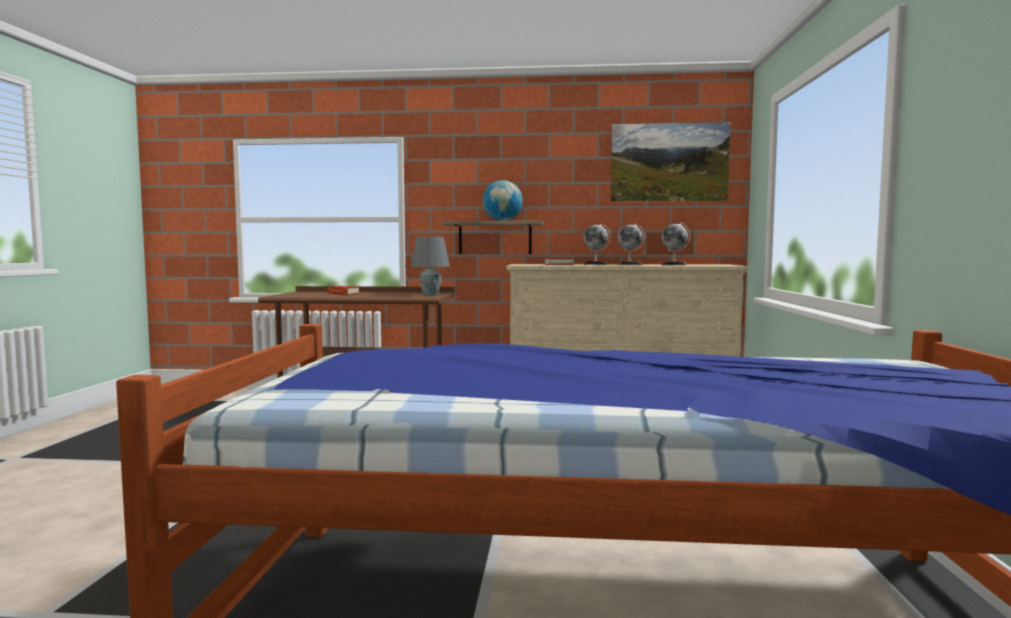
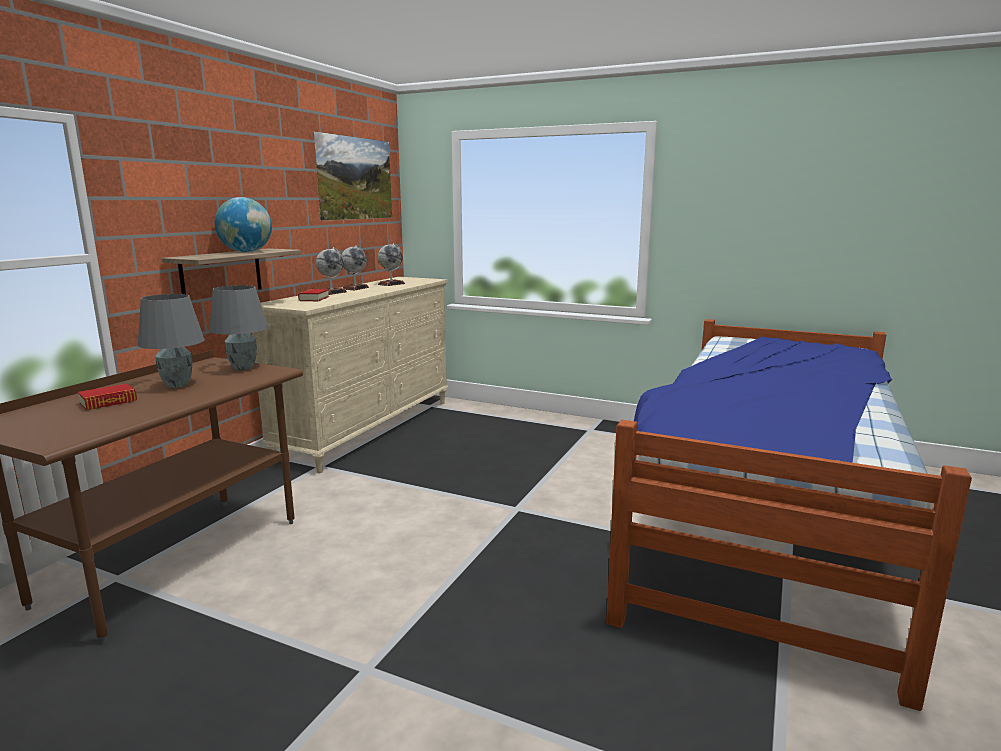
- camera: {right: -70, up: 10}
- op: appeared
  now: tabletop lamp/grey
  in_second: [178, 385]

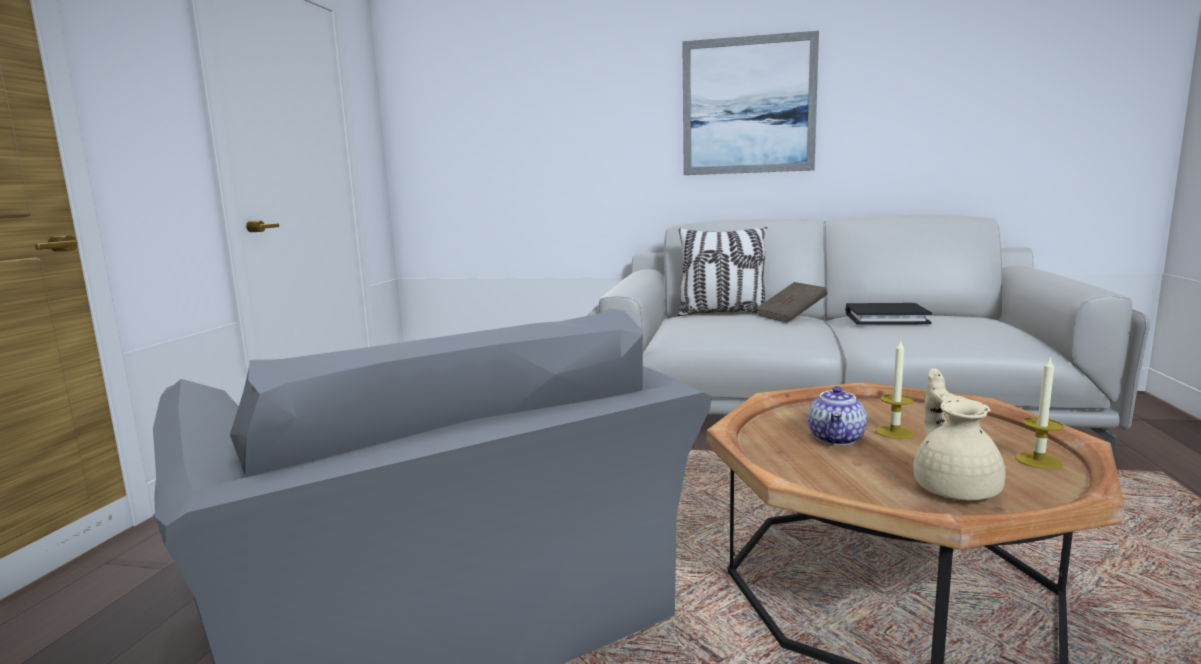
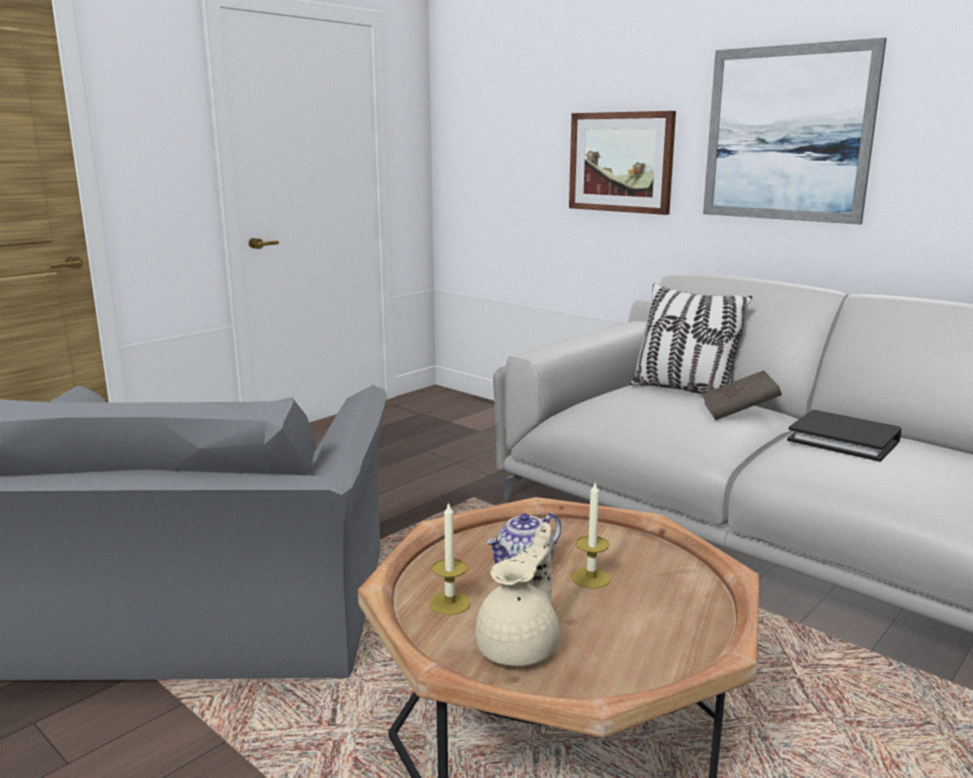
- camera: {right: 30, up: 5}
- op: relocated
  was: wax light
  in_first: [1038, 461]
  in_second: [450, 603]
- op: appeared
  now: picture
  in_second: [621, 162]

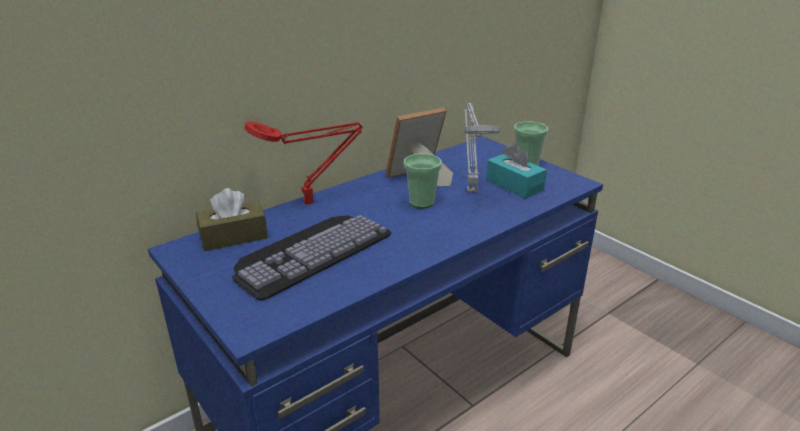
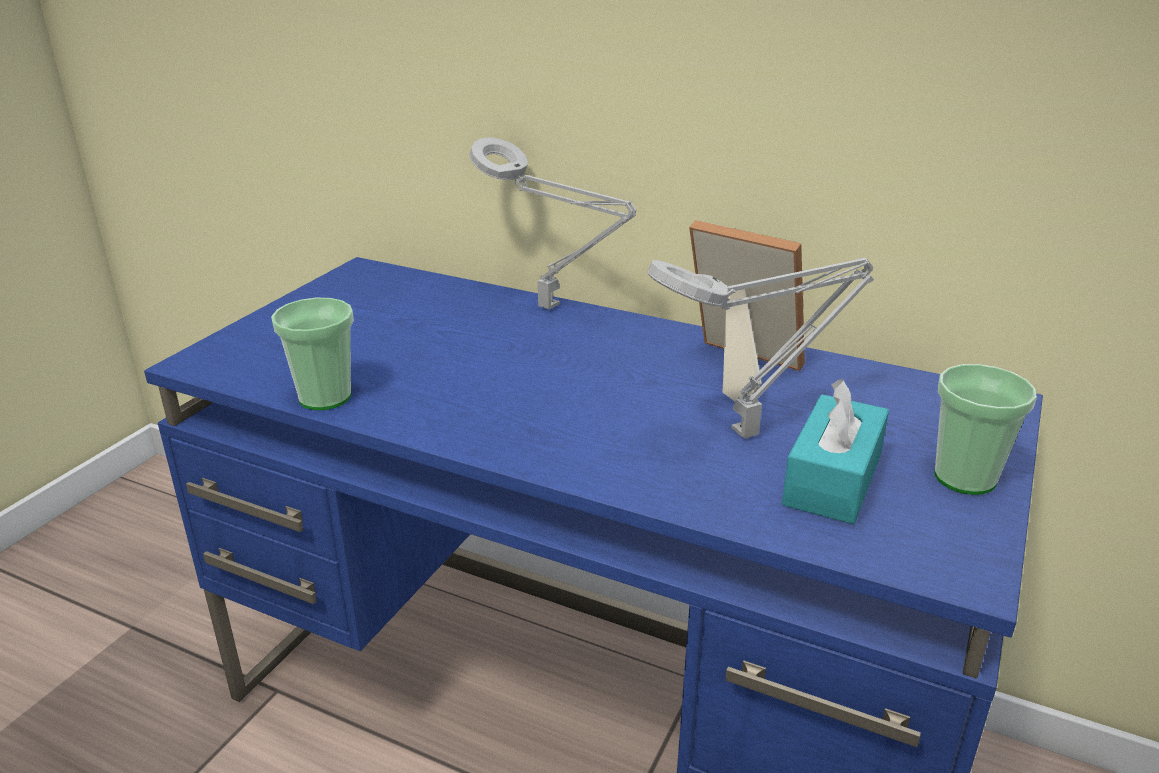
- camera: {right: 65, up: 0}
- op: relocated
  was: drinking cup
  in_first: [421, 202]
  in_second: [325, 397]
- op: colour
  was: tabletop lamp/red
  now: tabletop lamp/grey
  in_first: [311, 202]
  in_second: [554, 309]
- op: missing
  was: box of tissues/brownish
  in_first: [233, 236]
- op: missing
  was: computer keyboard
  in_first: [310, 250]

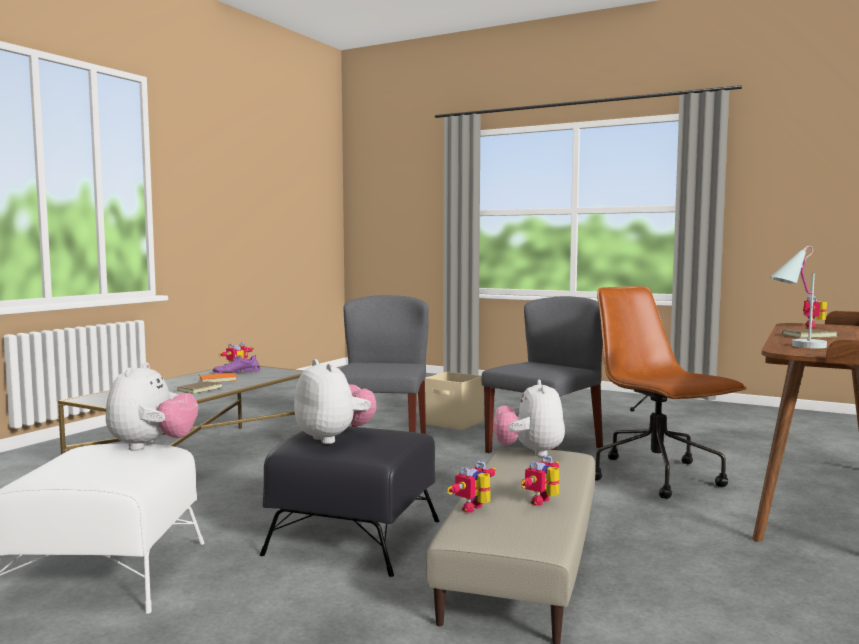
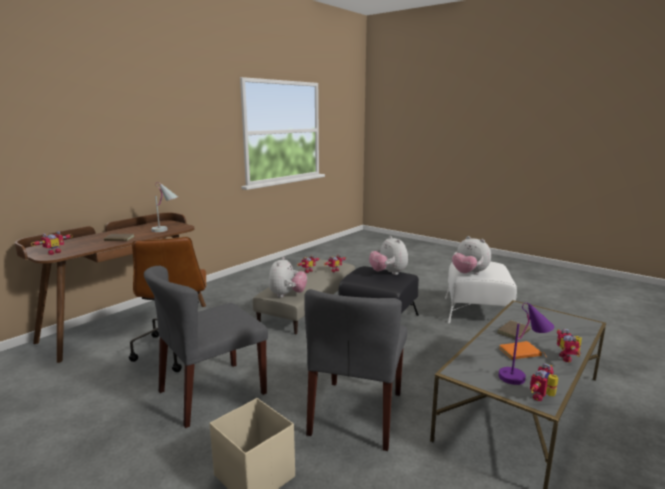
- camera: {right: -170, up: 10}
- op: spun
  was: cuddly toy
  in_first: [152, 446]
  in_second: [469, 274]
  clockwise: -60
- op: exchanged
  was: low shoe/purple
  now: tabletop lamp/purple
  in_first: [236, 372]
  in_second: [522, 376]
- op: appeared
  now: robot figure
  in_second: [568, 358]

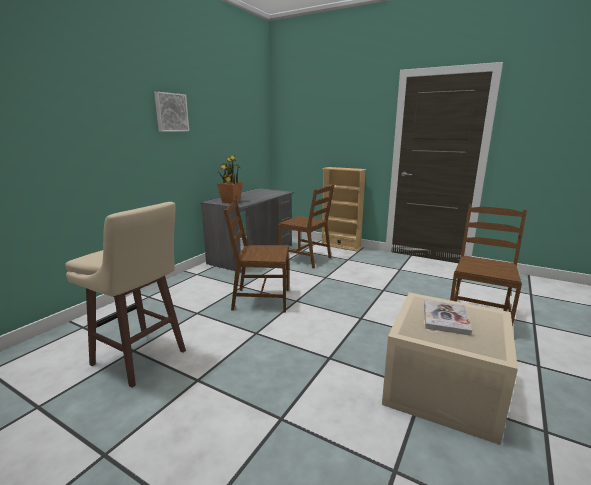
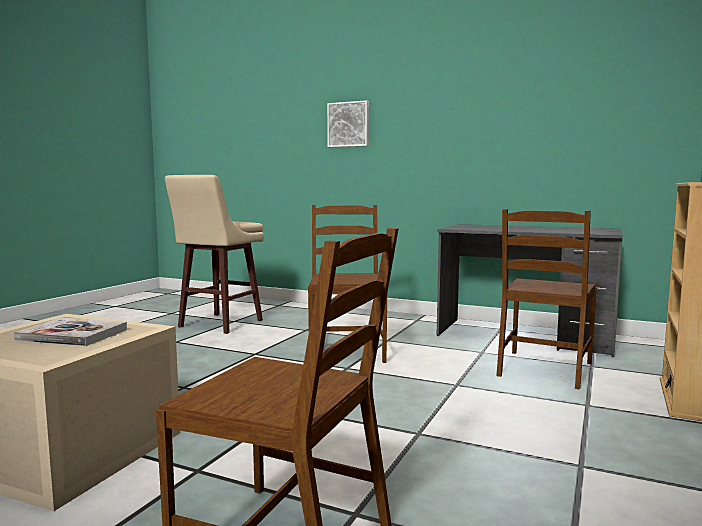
- camera: {right: 85, up: -10}
- op: relocated
  was: picture
  in_first: [171, 112]
  in_second: [349, 124]
- op: missing
  was: potted plant
  in_first: [231, 201]

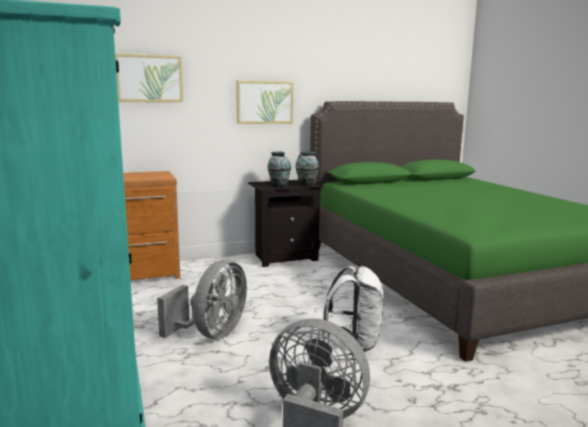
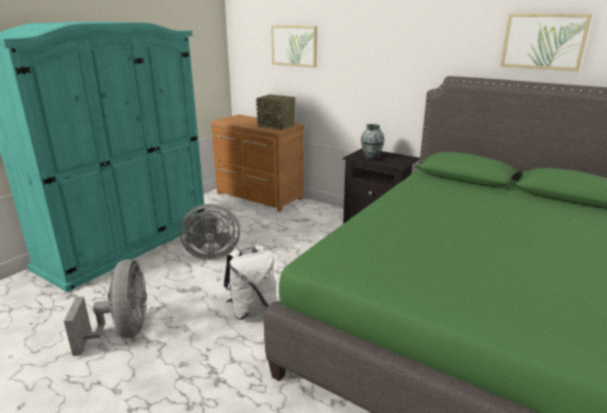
- camera: {right: 55, up: 10}
- op: appeared
  now: radio set
  in_second: [277, 126]
- op: relocated
  was: picture
  in_first: [264, 102]
  in_second: [543, 41]
- op: missing
  was: vase
  in_first: [306, 184]

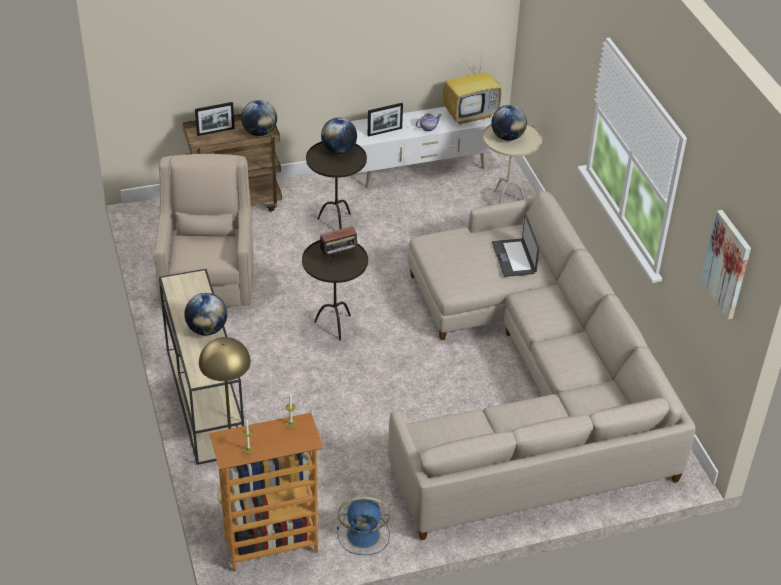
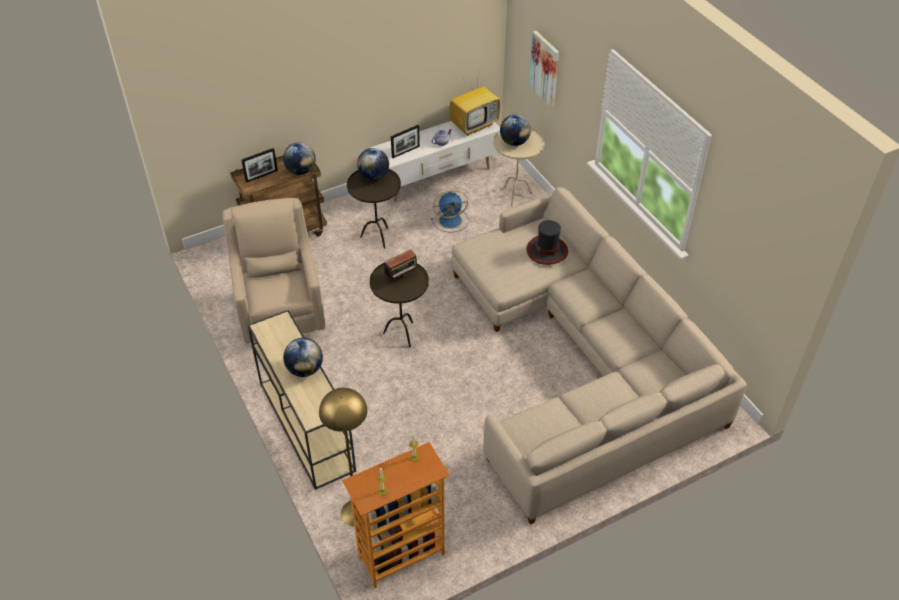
- camera: {right: -10, up: 5}
- op: relocated
  was: cooling fan/blue
  in_first: [365, 535]
  in_second: [451, 220]
- op: exchanged
  was: portable computer
  now: hat
  in_first: [514, 258]
  in_second: [547, 250]
- op: relocated
  was: picture
  in_first: [727, 264]
  in_second: [545, 69]

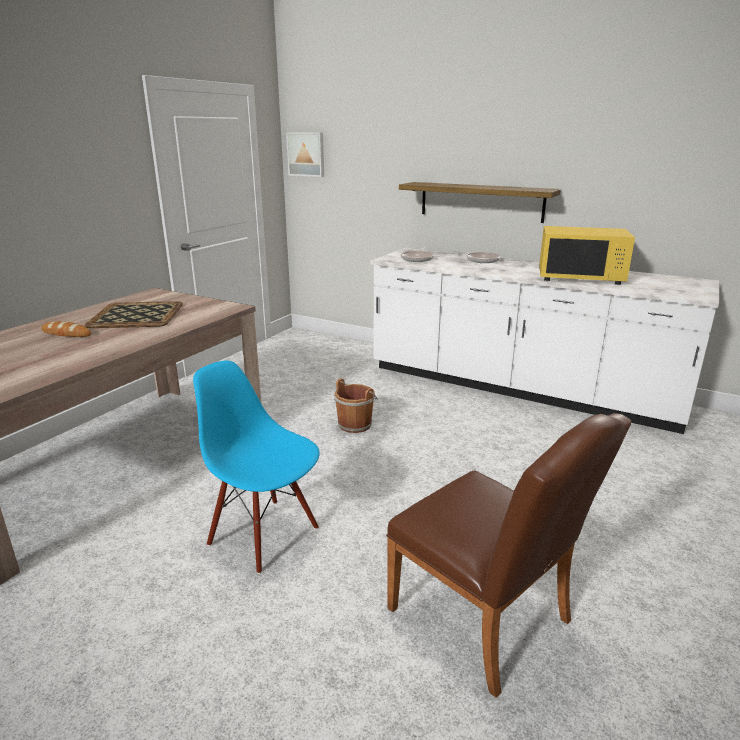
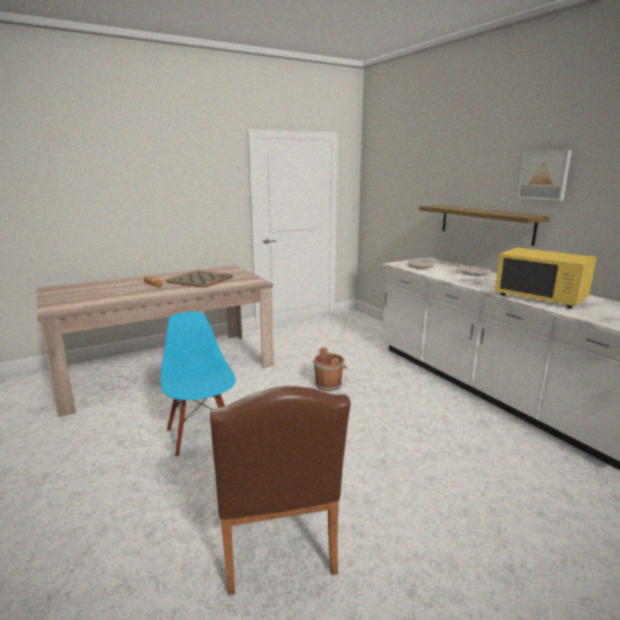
- camera: {right: 30, up: -5}
- op: relocated
  was: picture
  in_first: [306, 154]
  in_second: [545, 175]

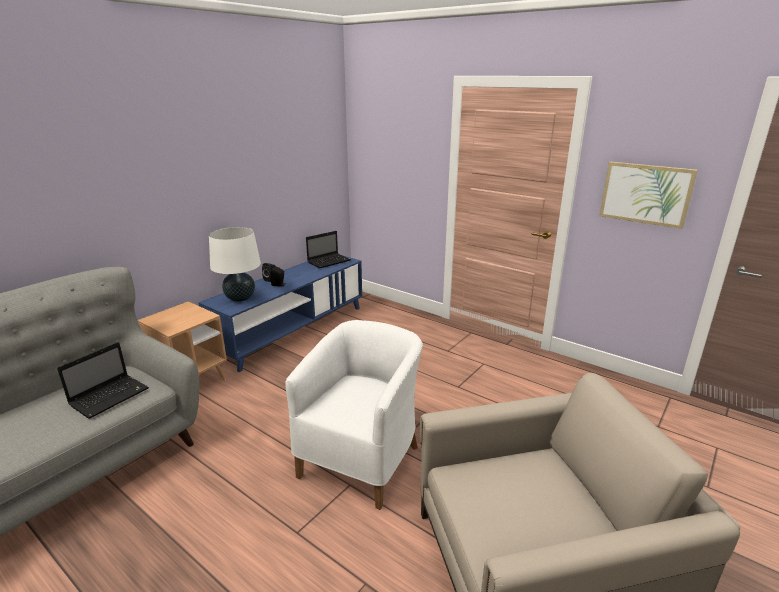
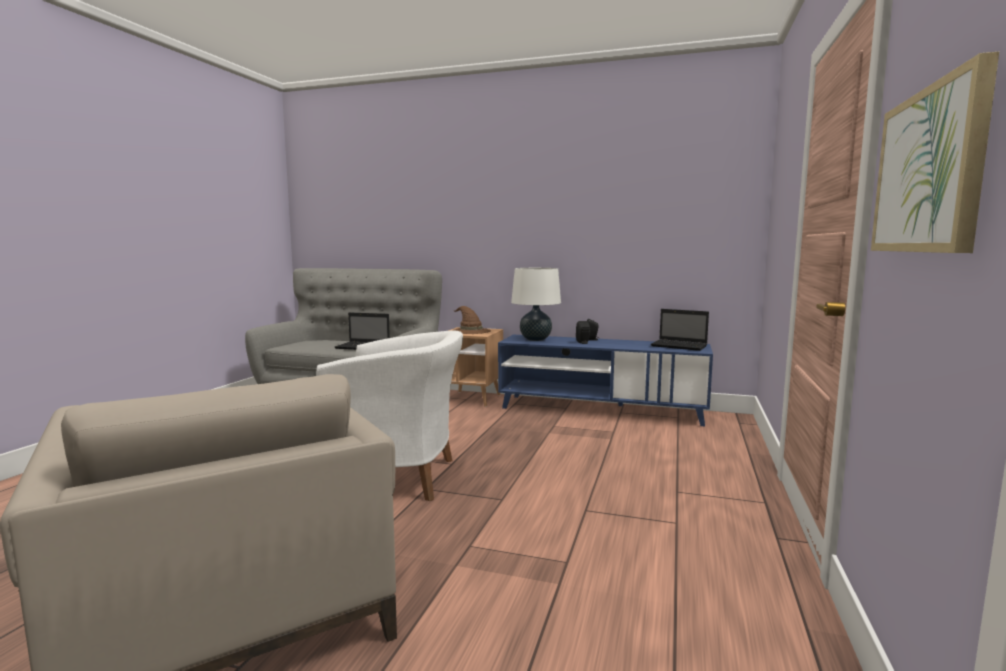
- camera: {right: 70, up: -15}
- op: appeared
  now: hat/brownish
  in_second: [470, 331]

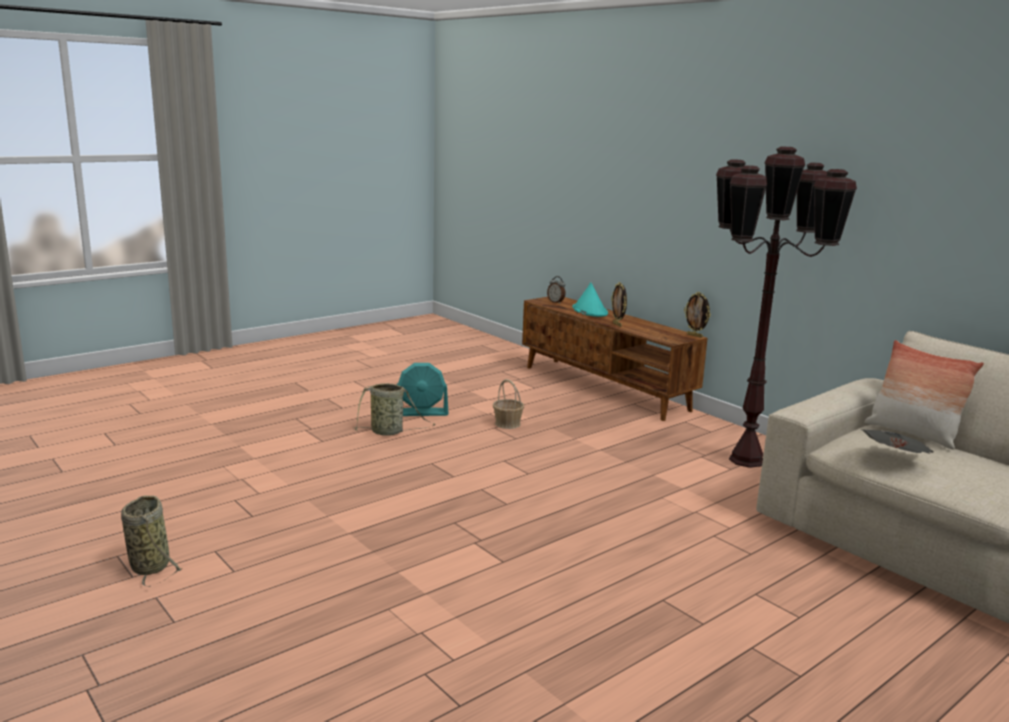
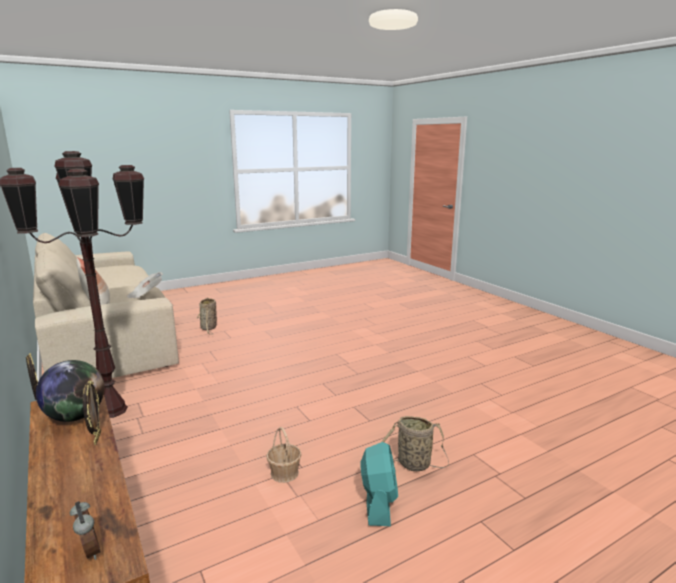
- camera: {right: -170, up: 0}
- op: appeared
  now: globe
  in_second: [75, 416]
- op: relocated
  was: household basket
  in_first: [150, 565]
  in_second: [208, 328]
- op: spun
  was: cooling fan/turquoise-coloured
  in_first: [421, 412]
  in_second: [378, 502]
  clockwise: 90
- op: missing
  was: hat/turquoise-coloured
  in_first: [589, 311]

